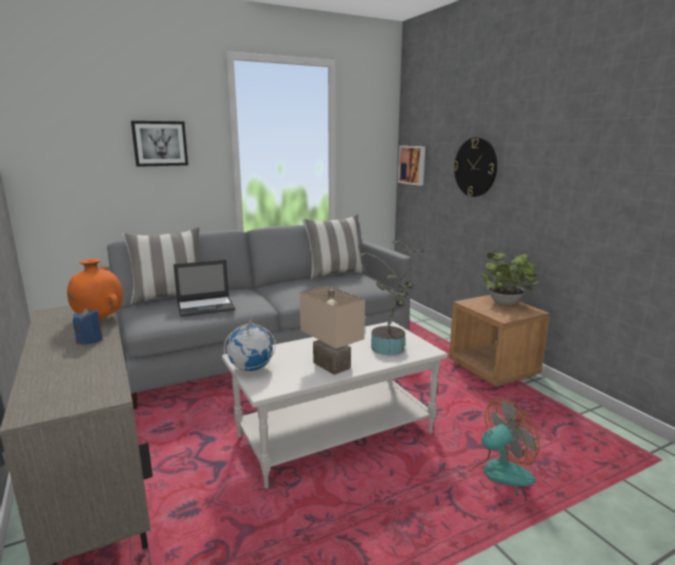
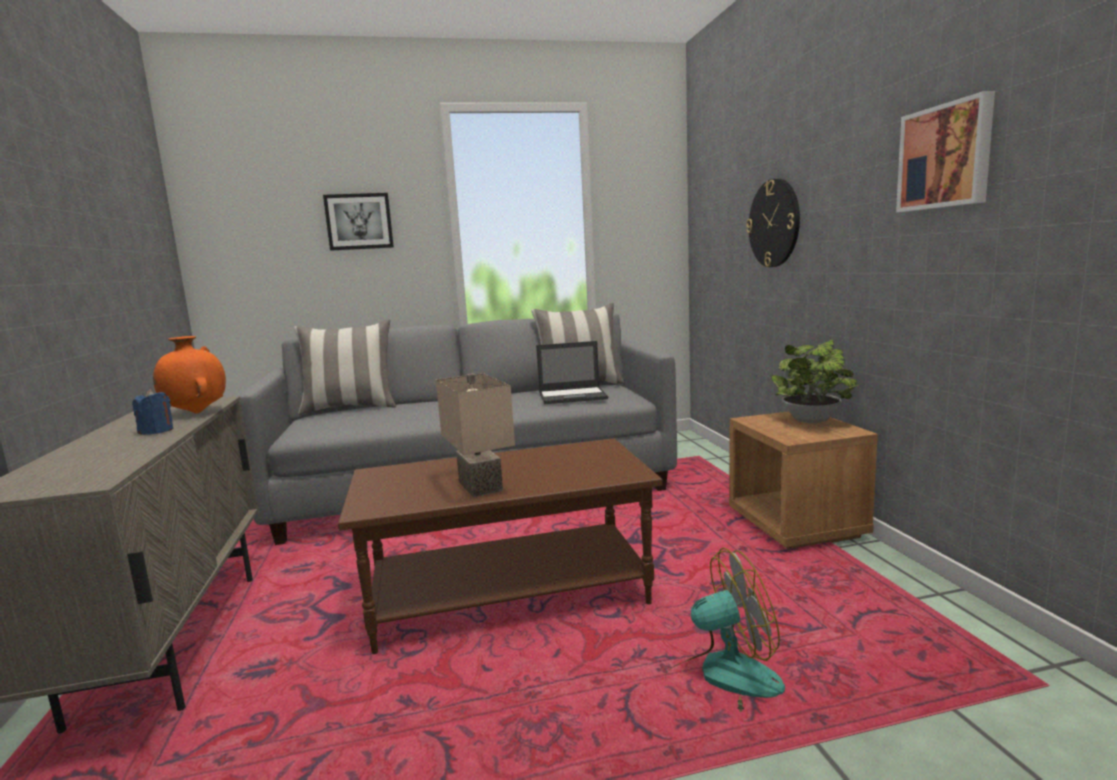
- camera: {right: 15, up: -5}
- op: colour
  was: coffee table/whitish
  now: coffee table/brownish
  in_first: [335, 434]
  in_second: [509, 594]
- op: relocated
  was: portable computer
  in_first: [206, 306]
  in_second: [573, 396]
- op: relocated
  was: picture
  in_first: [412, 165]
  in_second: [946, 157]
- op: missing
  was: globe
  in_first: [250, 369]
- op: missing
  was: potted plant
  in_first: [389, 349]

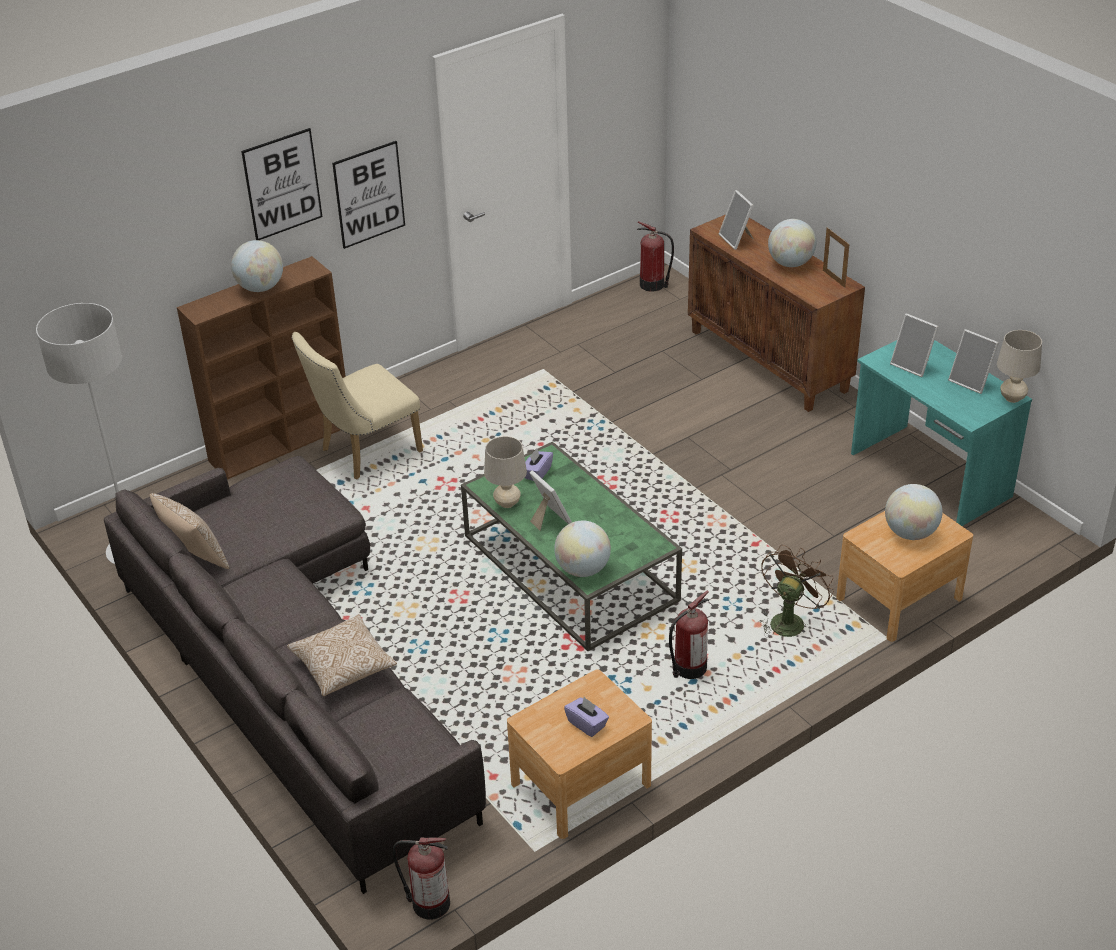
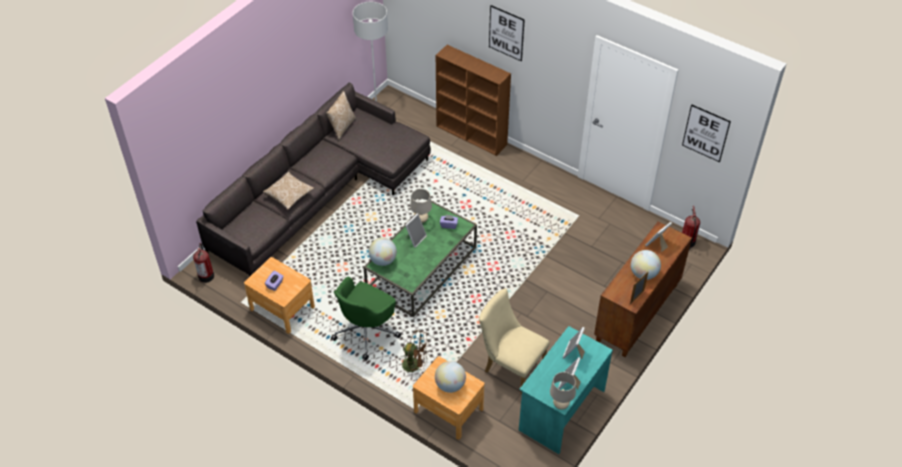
- camera: {right: 70, up: 10}
- op: exchanged
  was: fire-fighting cylinder
  now: desk chair/green-coloured
  in_first: [688, 669]
  in_second: [366, 331]
- op: relocated
  was: plain chair/sand-coloured
  in_first: [364, 452]
  in_second: [510, 366]
- op: relocated
  was: picture
  in_first: [369, 194]
  in_second: [706, 133]
- op: missing
  was: globe
  in_first: [260, 288]

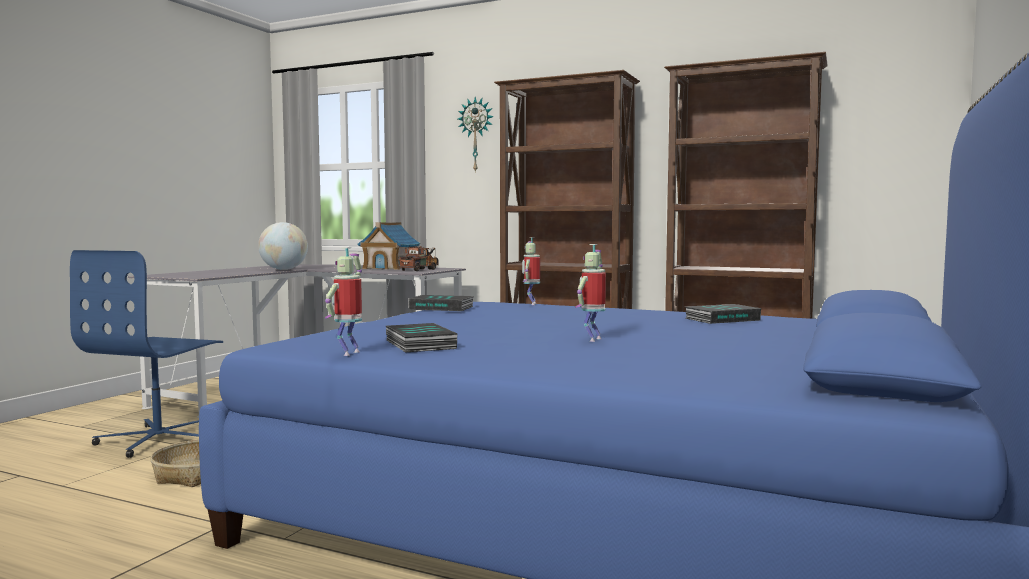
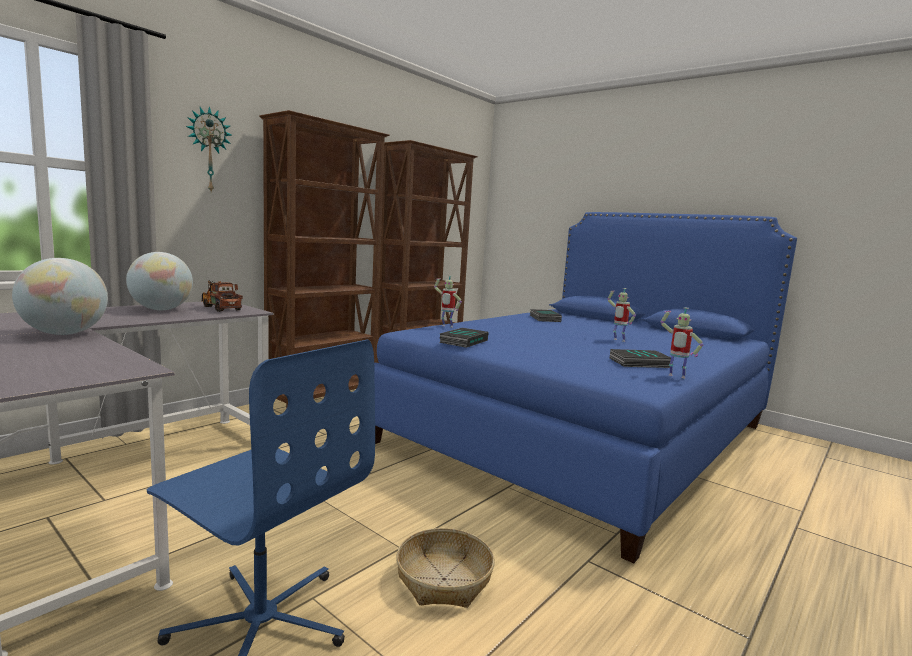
- camera: {right: -75, up: 5}
- op: exchanged
  was: miniature house
  now: globe
  in_first: [389, 268]
  in_second: [161, 310]

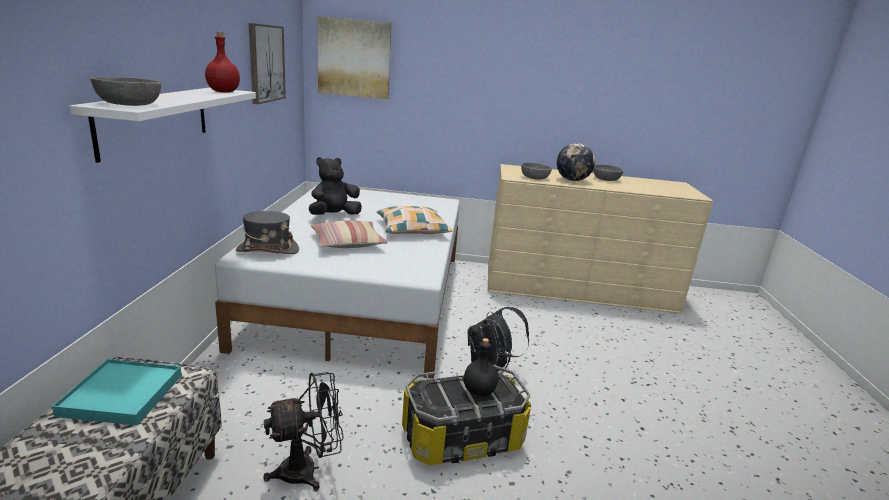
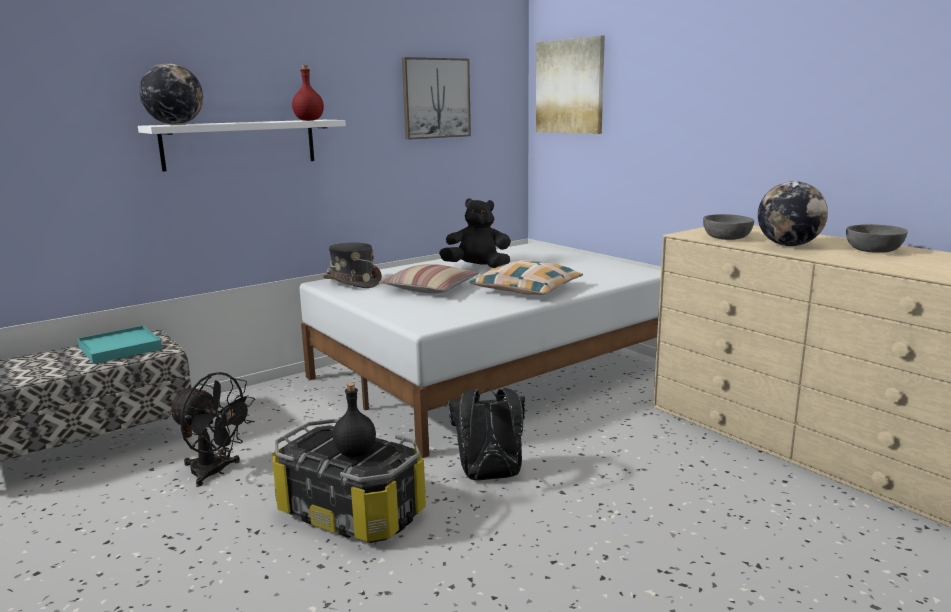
- camera: {right: 50, up: -5}
- op: exchanged
  was: serving bowl/grey
  now: globe
  in_first: [129, 104]
  in_second: [175, 124]

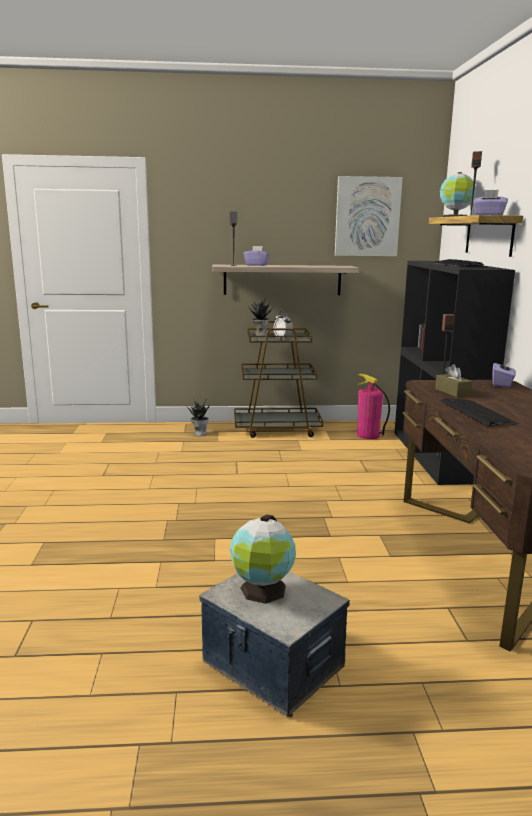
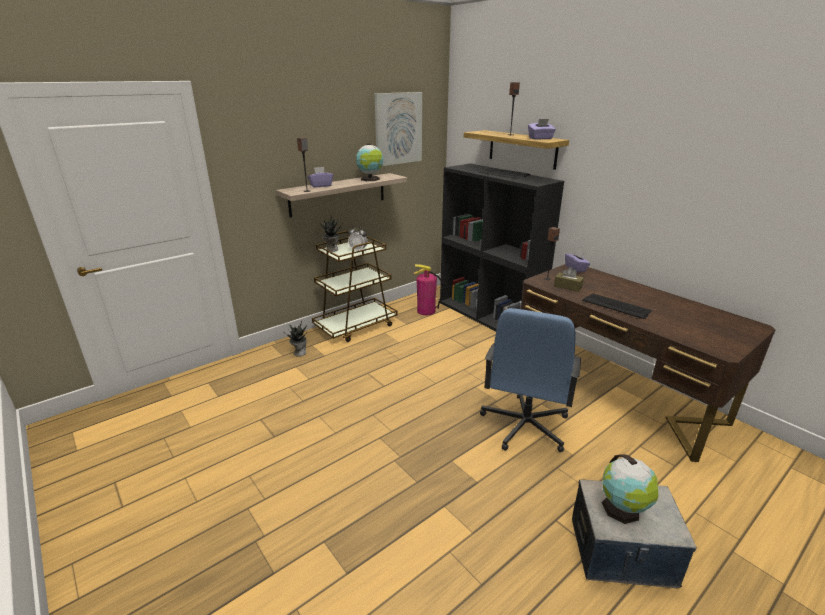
- camera: {right: -35, up: 10}
- op: relocated
  was: globe
  in_first: [455, 217]
  in_second: [370, 179]
- op: appeared
  now: desk chair/blue
  in_second: [524, 426]

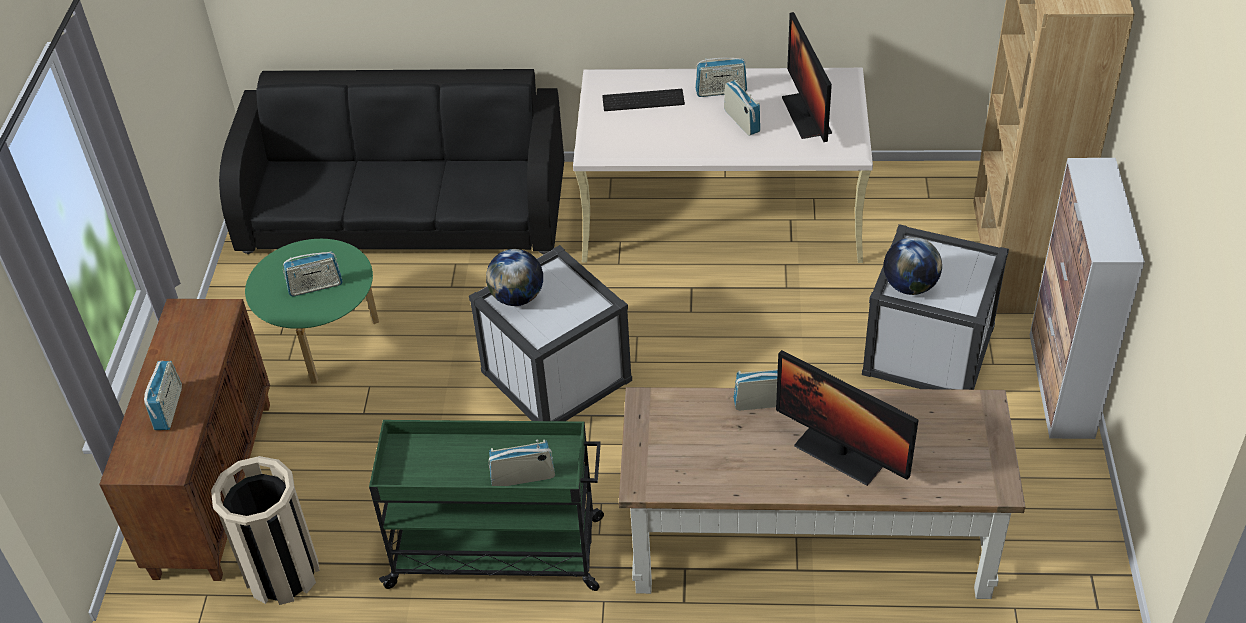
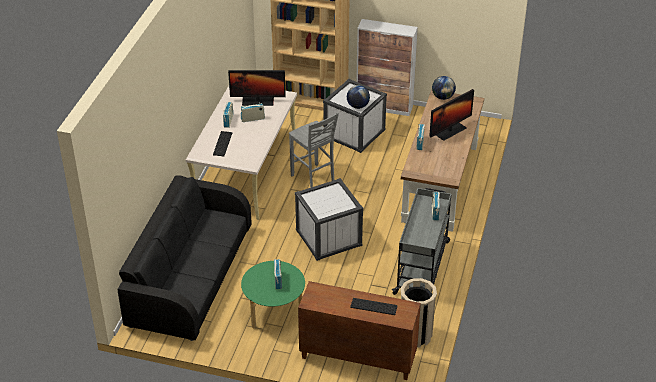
- camera: {right: -80, up: -5}
- op: appeared
  now: stool seat/grey
  in_second: [313, 179]
- op: exchanged
  was: radio set
  now: computer keyboard
  in_first: [168, 408]
  in_second: [373, 307]
- op: colour
  was: trolley/green-coloured
  now: trolley/grey
  in_first: [499, 552]
  in_second: [422, 267]
- op: relocated
  was: globe
  in_first: [517, 297]
  in_second: [443, 97]

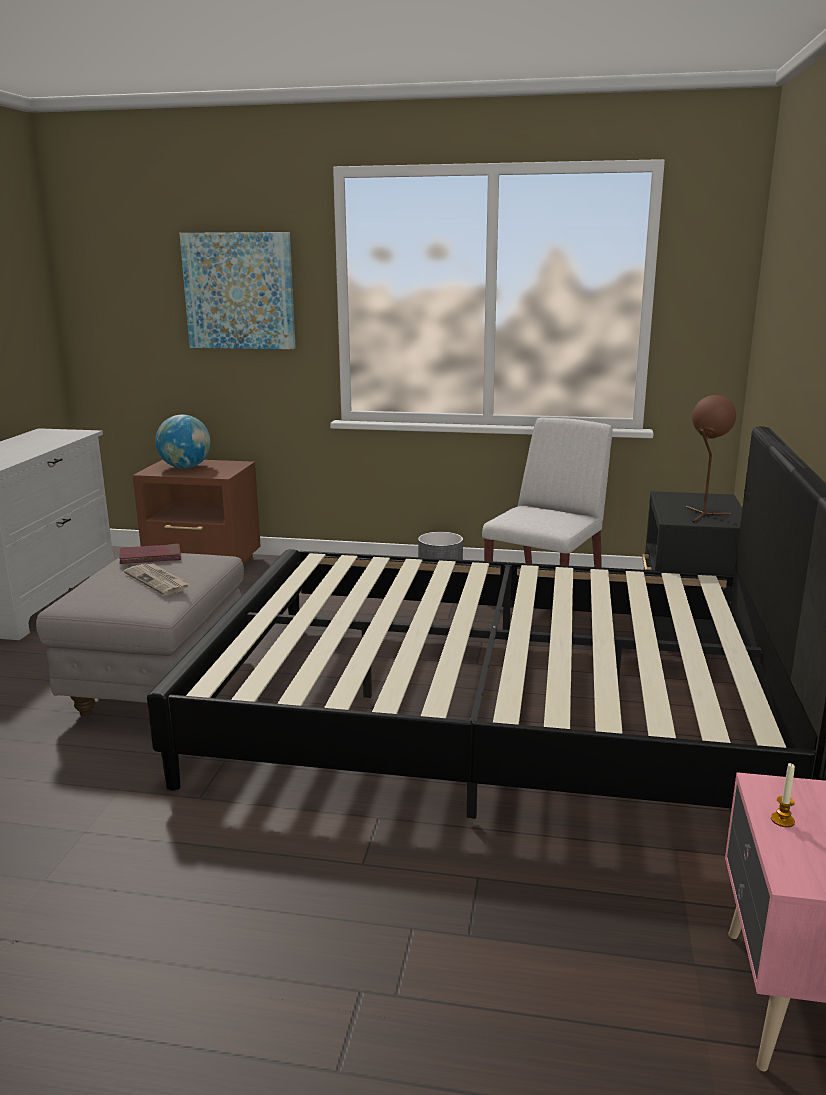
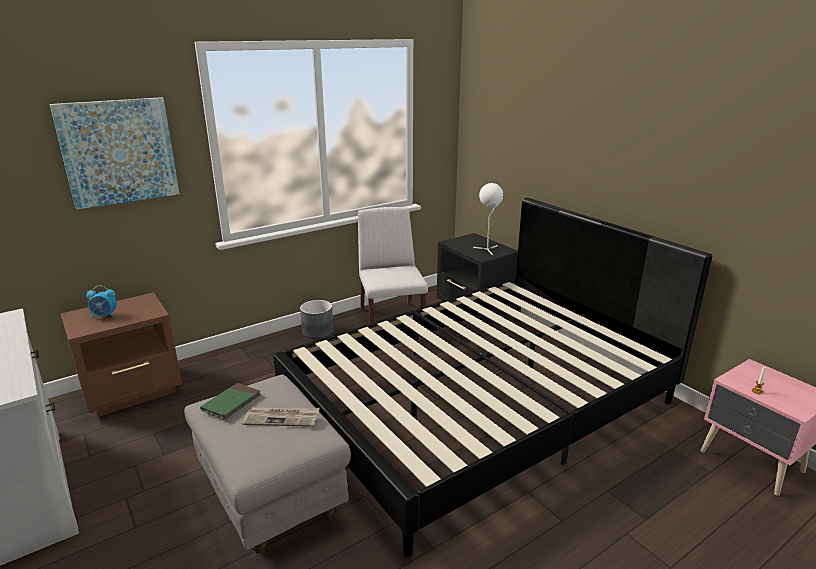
- camera: {right: -45, up: 5}
- op: exchanged
  was: globe
  now: bedside clock
  in_first: [185, 467]
  in_second: [105, 316]
- op: colour
  was: bound book/red
  now: bound book/green-coloured
  in_first: [150, 557]
  in_second: [231, 403]
- op: colour
  was: tabletop lamp/brownish
  now: tabletop lamp/whitish
  in_first: [702, 515]
  in_second: [488, 250]

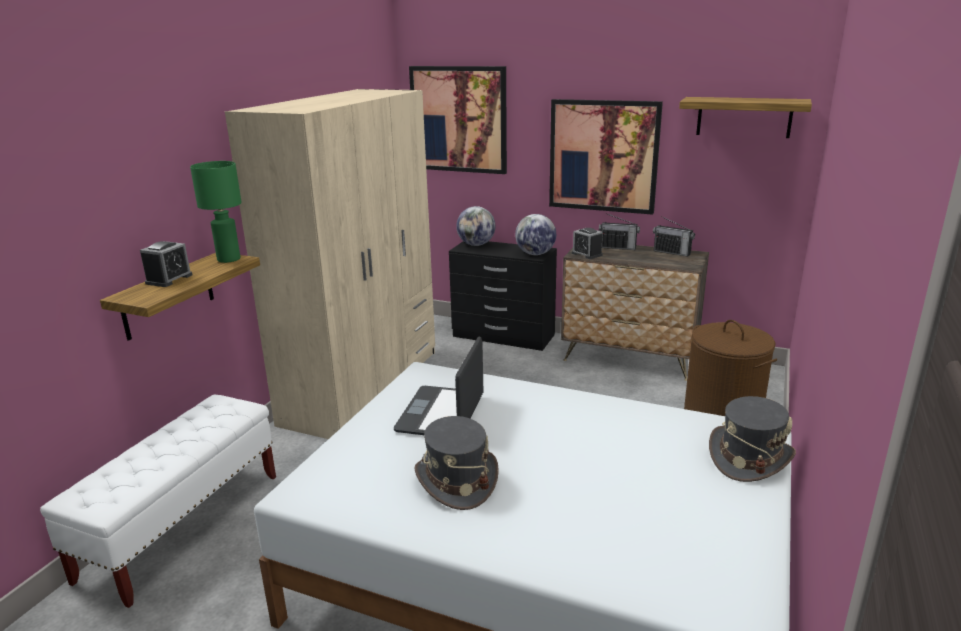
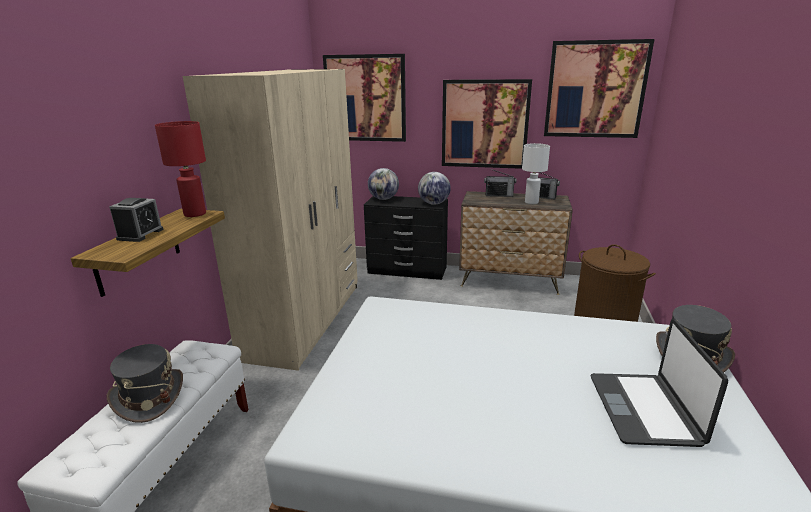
- camera: {right: -10, up: 0}
- op: relocated
  was: hat/grey
  in_first: [456, 481]
  in_second: [149, 397]
- op: colour
  was: tabletop lamp/green-coloured
  now: tabletop lamp/red
  in_first: [228, 259]
  in_second: [194, 214]
- op: appeared
  now: tabletop lamp/whitish
  in_second: [531, 202]
- op: exchanged
  was: wall shelf
  now: picture
  in_first: [744, 117]
  in_second: [595, 90]
- op: relocated
  was: portable computer
  in_first: [442, 413]
  in_second: [644, 409]
- op: missing
  was: bedside clock
  in_first: [587, 254]

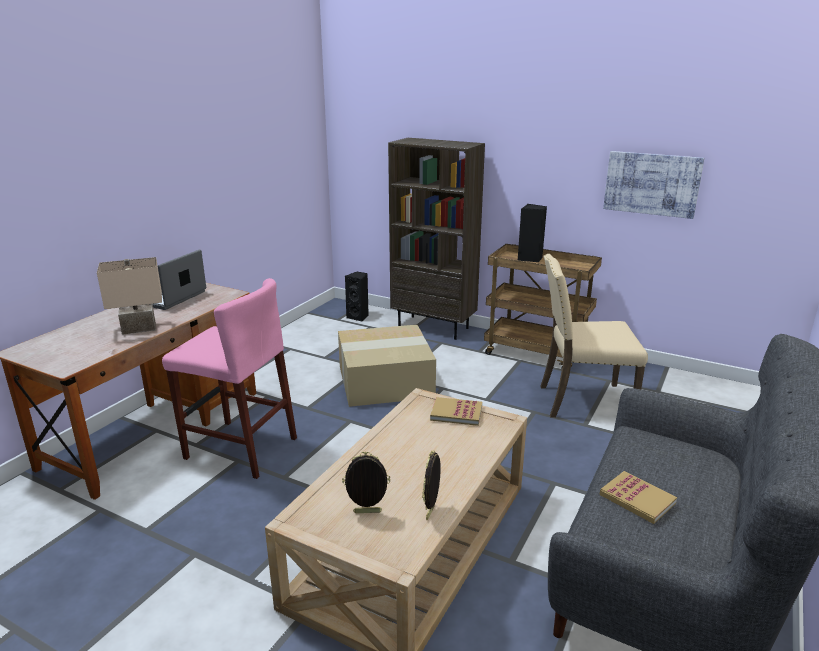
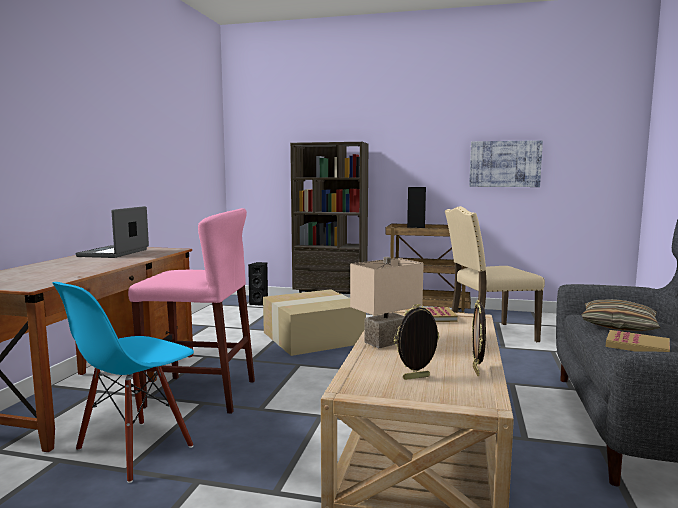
- camera: {right: -15, up: -15}
- op: appeared
  now: plain chair/blue
  in_second: [134, 449]
- op: relocated
  was: tabletop lamp/sand-coloured
  in_first: [139, 328]
  in_second: [385, 341]
- op: appeared
  now: pillow
  in_second: [618, 326]

